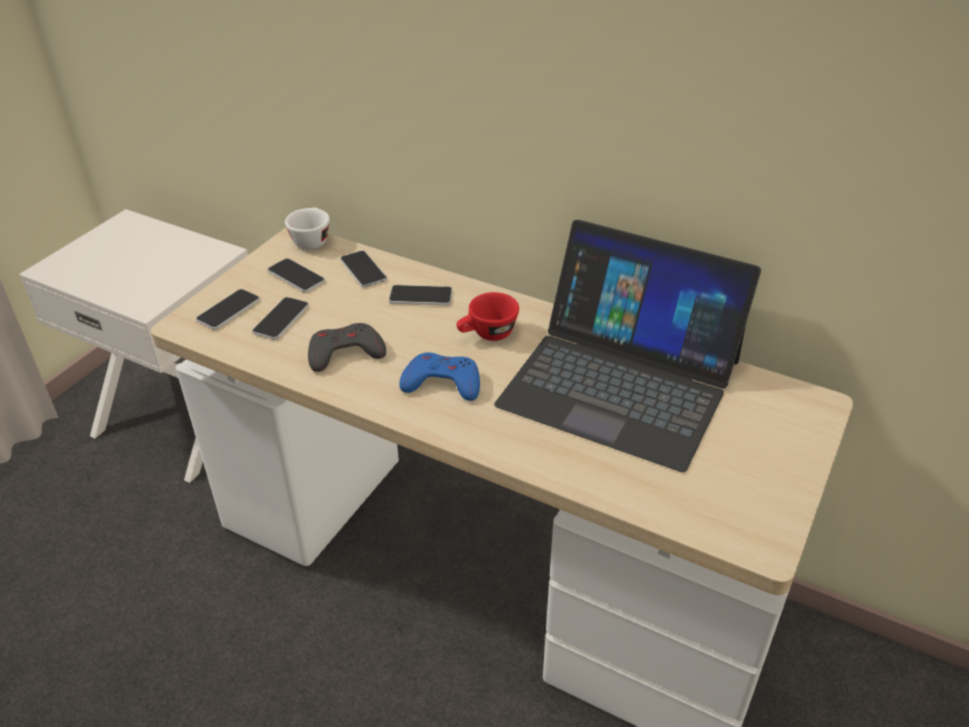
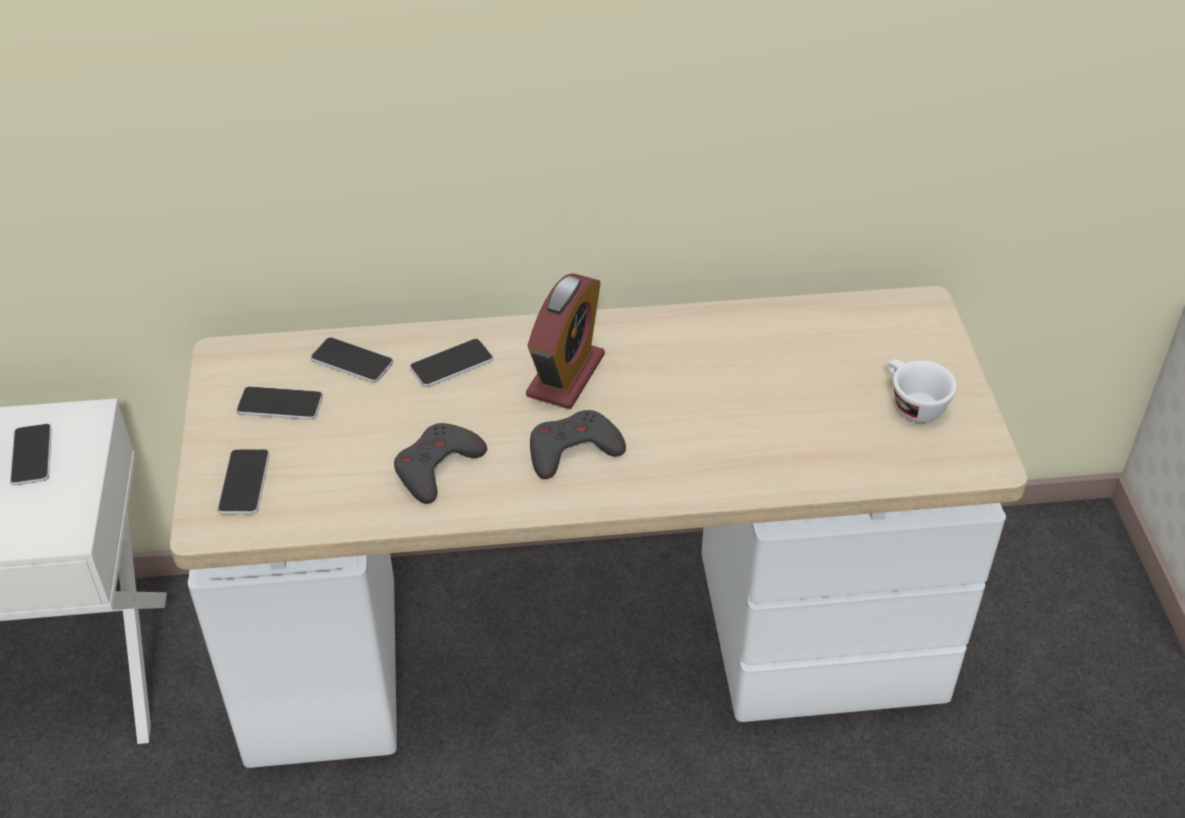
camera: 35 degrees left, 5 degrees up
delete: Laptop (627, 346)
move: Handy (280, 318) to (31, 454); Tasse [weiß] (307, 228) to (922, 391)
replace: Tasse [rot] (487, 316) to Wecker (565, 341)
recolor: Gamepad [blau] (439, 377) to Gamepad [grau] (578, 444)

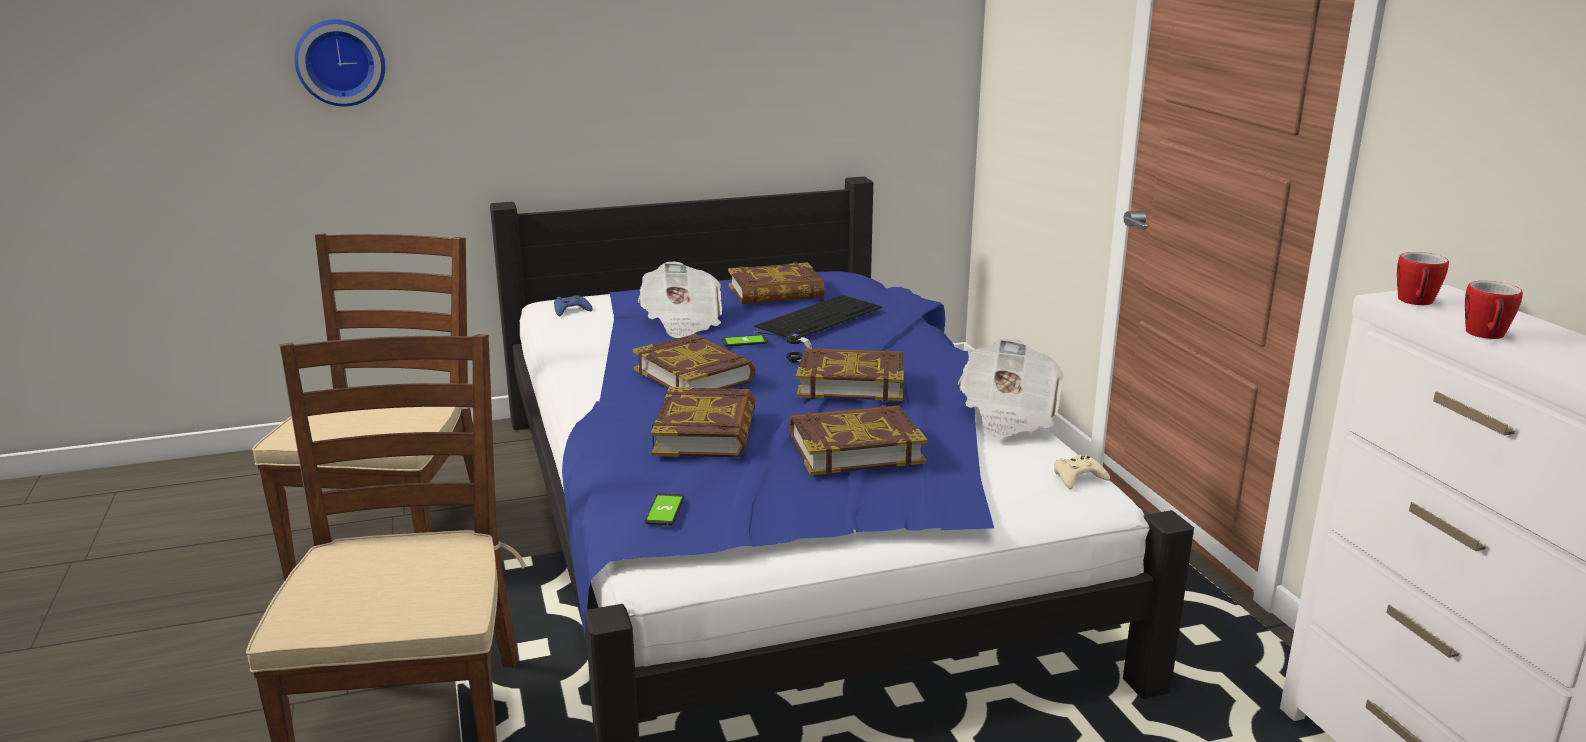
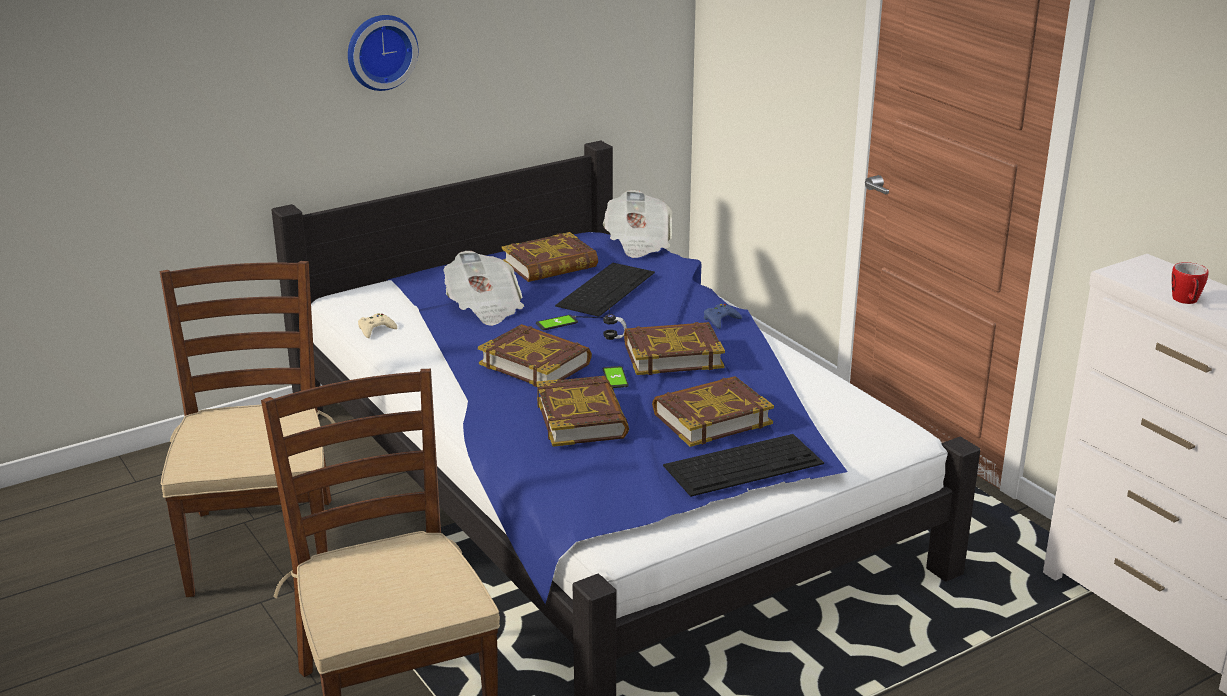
camera: 15 degrees left, 5 degrees up
delete: Henkelbecher (1423, 278)
insert: Tastatur (743, 465)
move: Wanduhr (339, 63) to (383, 53); Gamepad [blau] (573, 306) to (723, 316); Handy (664, 509) to (616, 377); Zeitung (1011, 387) to (637, 224); Gamepad [beige] (1082, 472) to (377, 325)

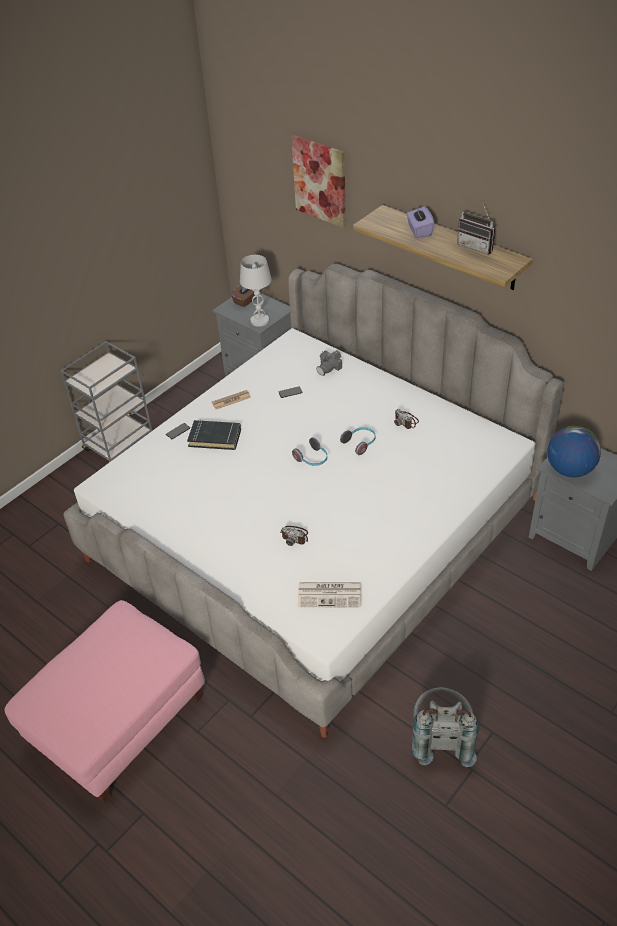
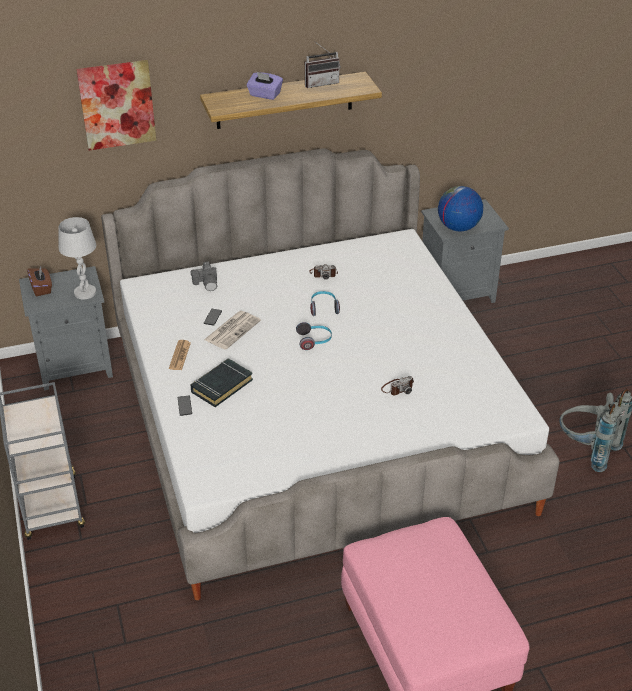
camera: 60 degrees left, 5 degrees down
move: Zeitung (329, 594) to (232, 330)

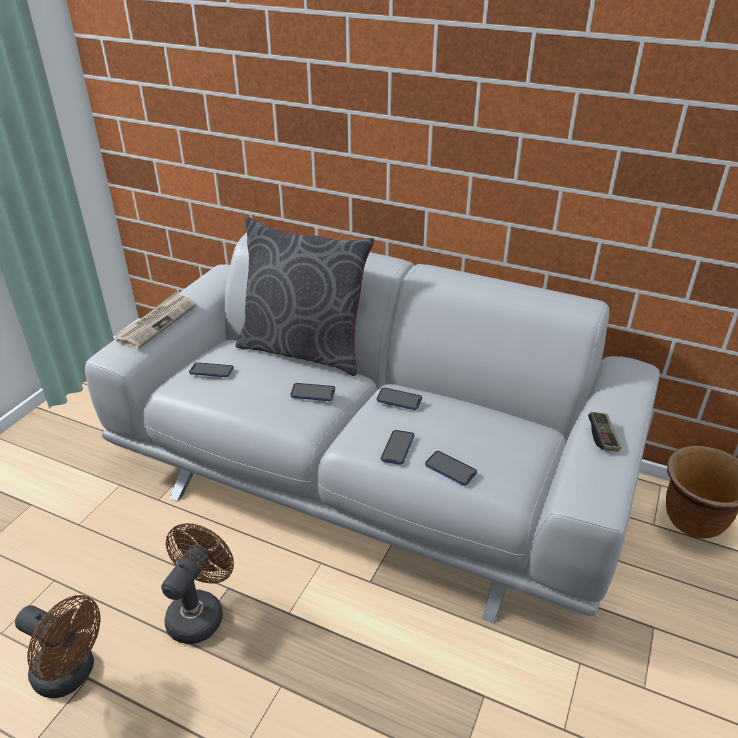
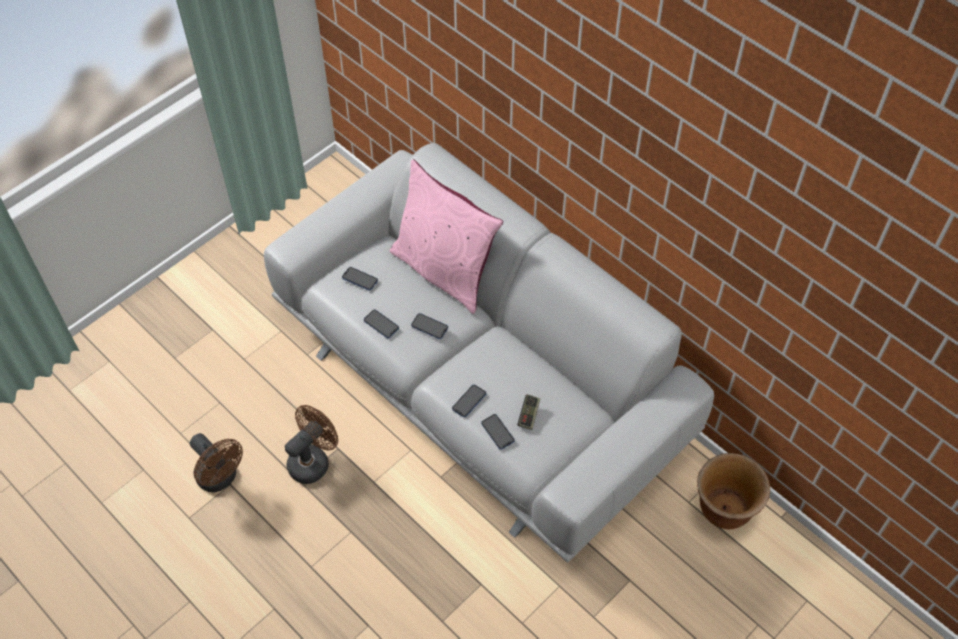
camera: 20 degrees right, 20 degrees up
delete: Zeitung (155, 320)
move: Handy (399, 398) to (381, 323); Gamepad (605, 432) to (529, 412)
recolor: Kissen [grau] (305, 296) to Kissen [rosa] (446, 236)

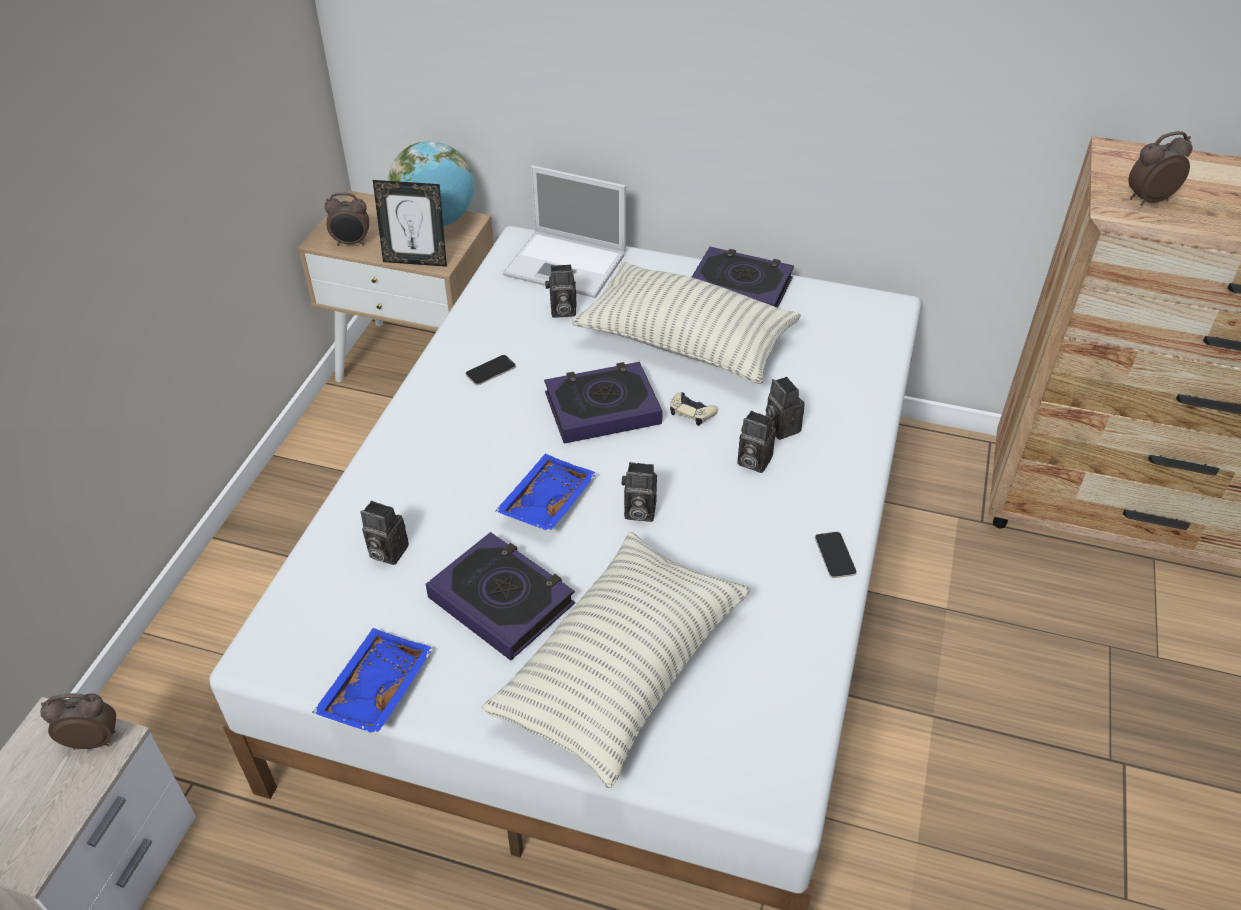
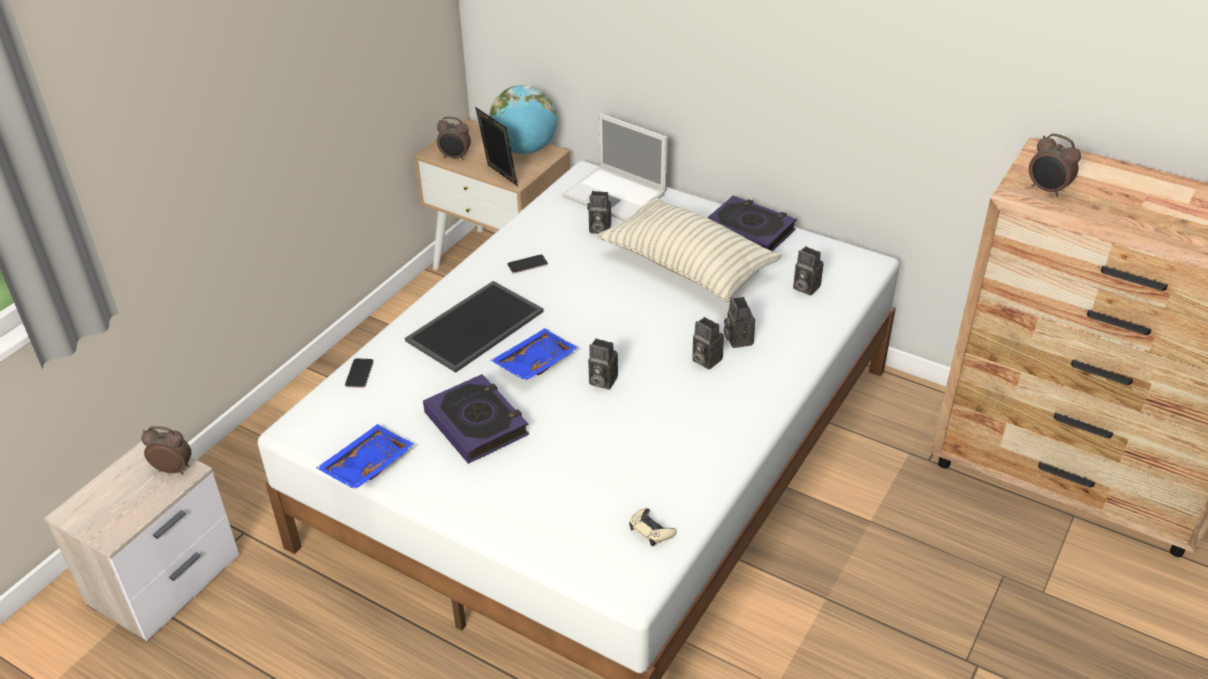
camera: 15 degrees right, 5 degrees down
delete: Kissen (616, 660); Buch (603, 403)
insert: Tablett (474, 327)
move: Kamera (385, 533) to (808, 271); Gamepad [beige] (694, 409) to (652, 527); Handy (836, 555) to (359, 373)
rotate: Bilderrahmen (410, 223) = (496, 146) 150 degrees counterclockwise; Wecker (1161, 168) = (1055, 165) 135 degrees counterclockwise

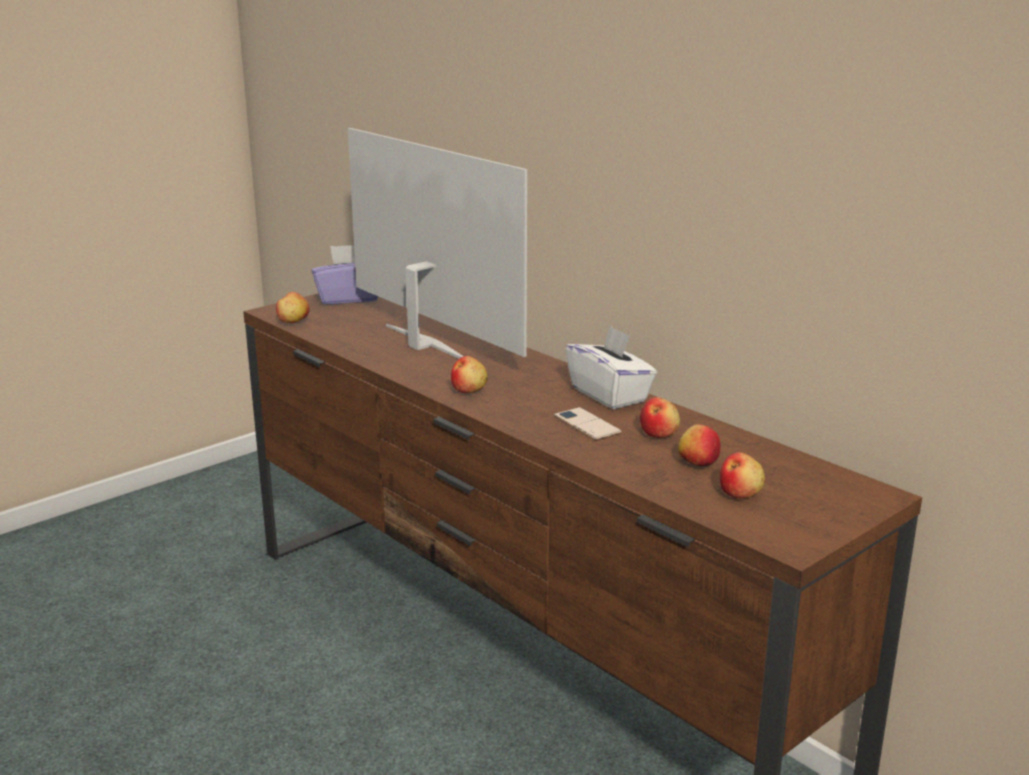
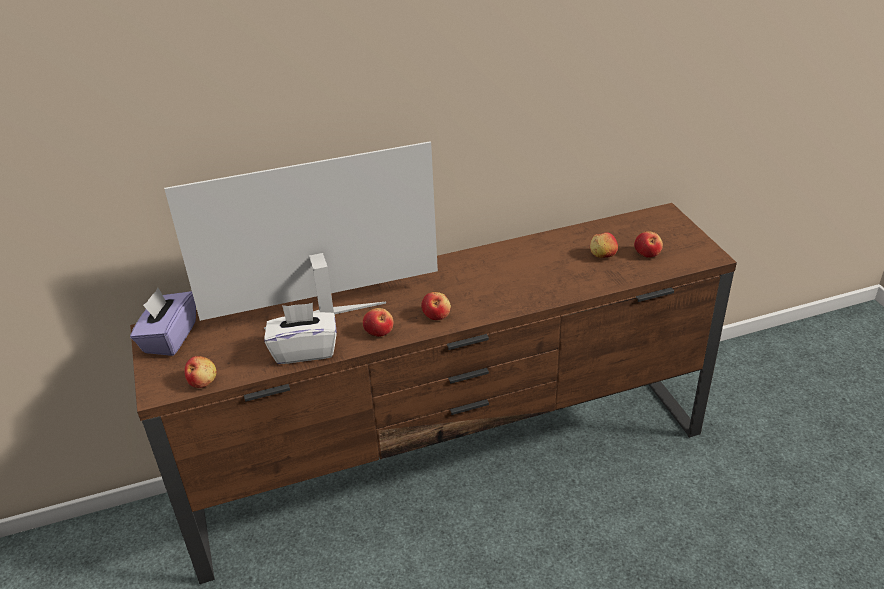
camera: 65 degrees left, 15 degrees up
delete: Handy (588, 423)
move: Taschentuchbox [weiß] (611, 367) to (300, 333); Apfel (660, 417) to (378, 322)

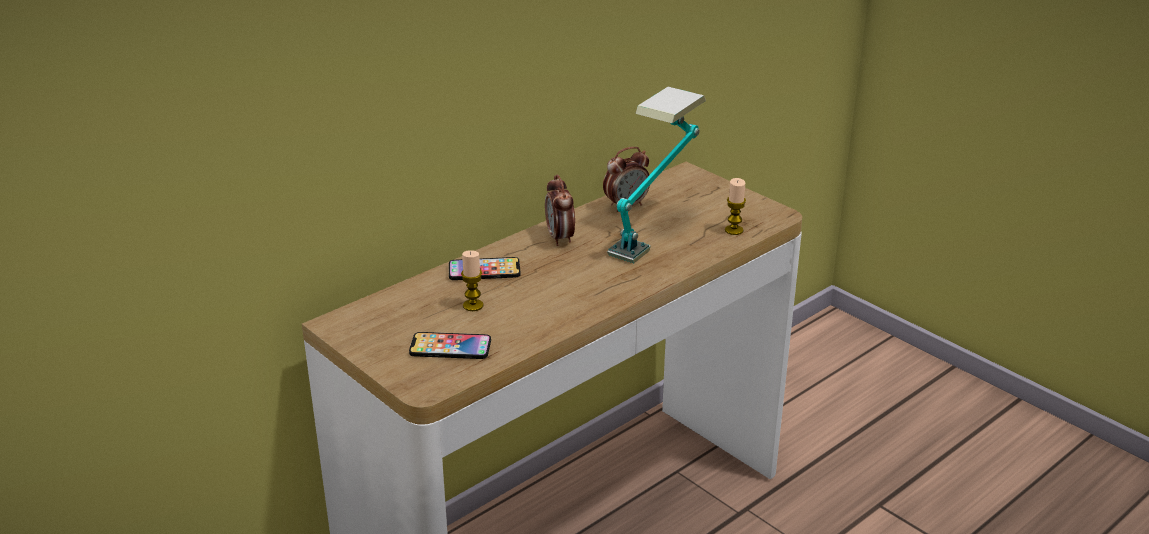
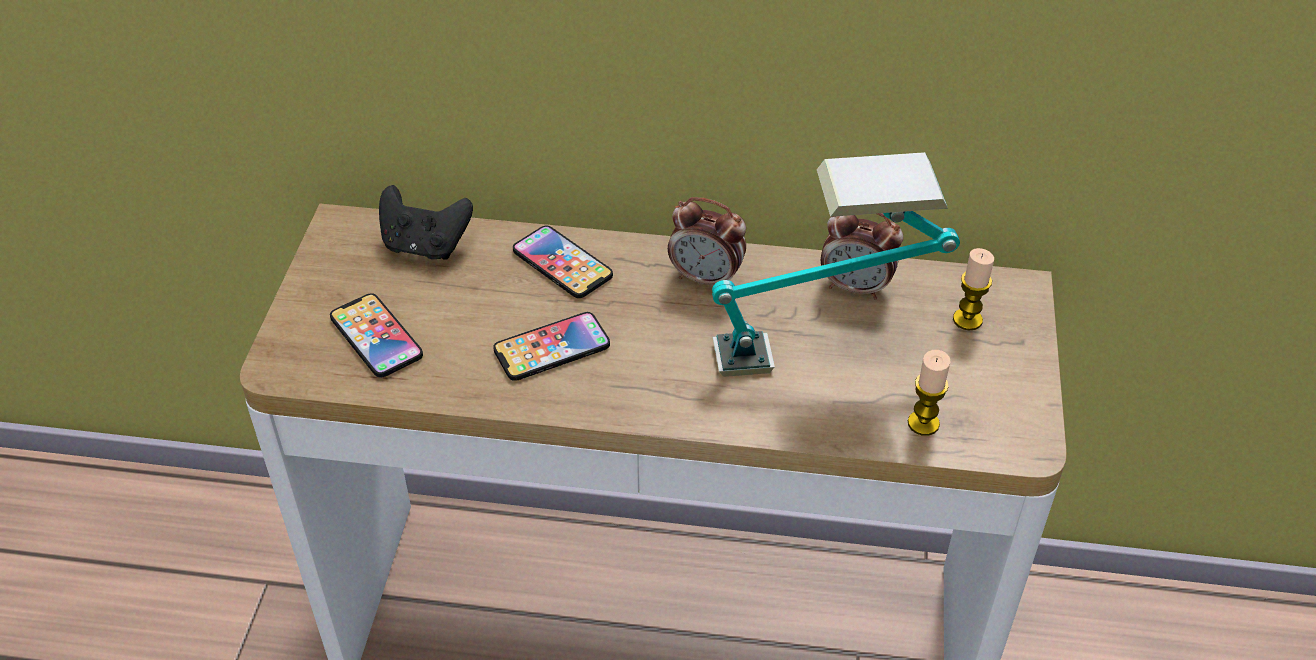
camera: 50 degrees right, 15 degrees up
insert: Gamepad [schwarz] (426, 222); Handy (551, 346)
move: Kerze (472, 280) to (973, 289)
rotate: Wecker (560, 210) = (707, 241) 105 degrees counterclockwise

